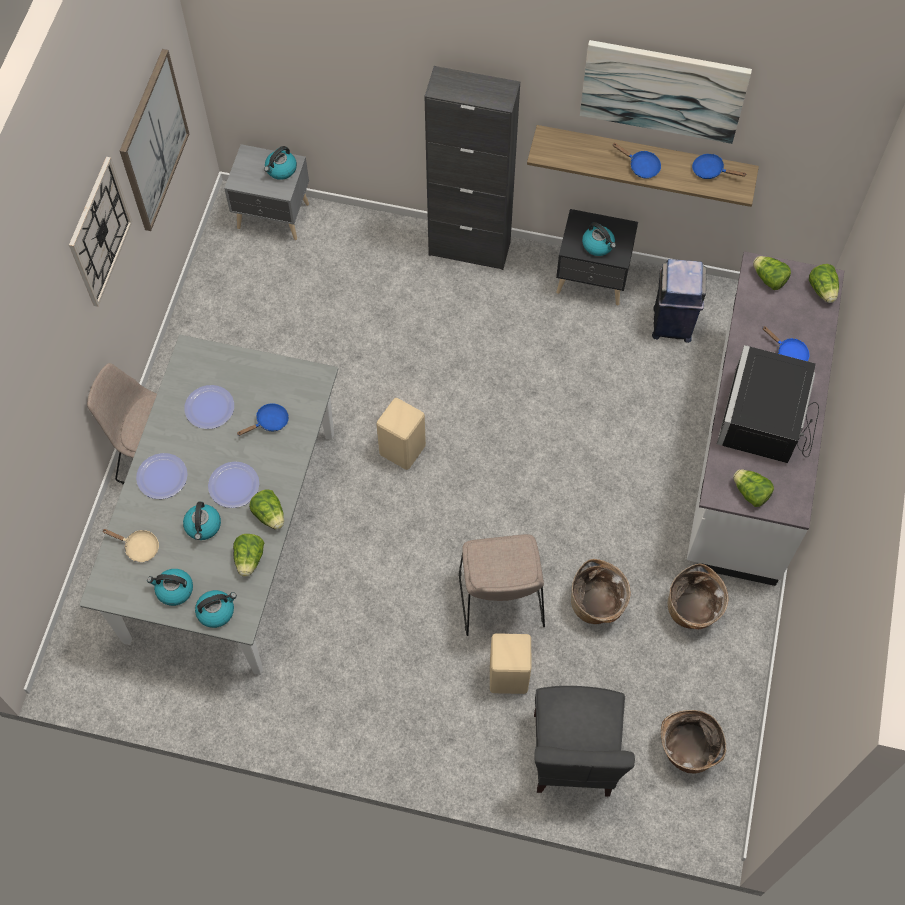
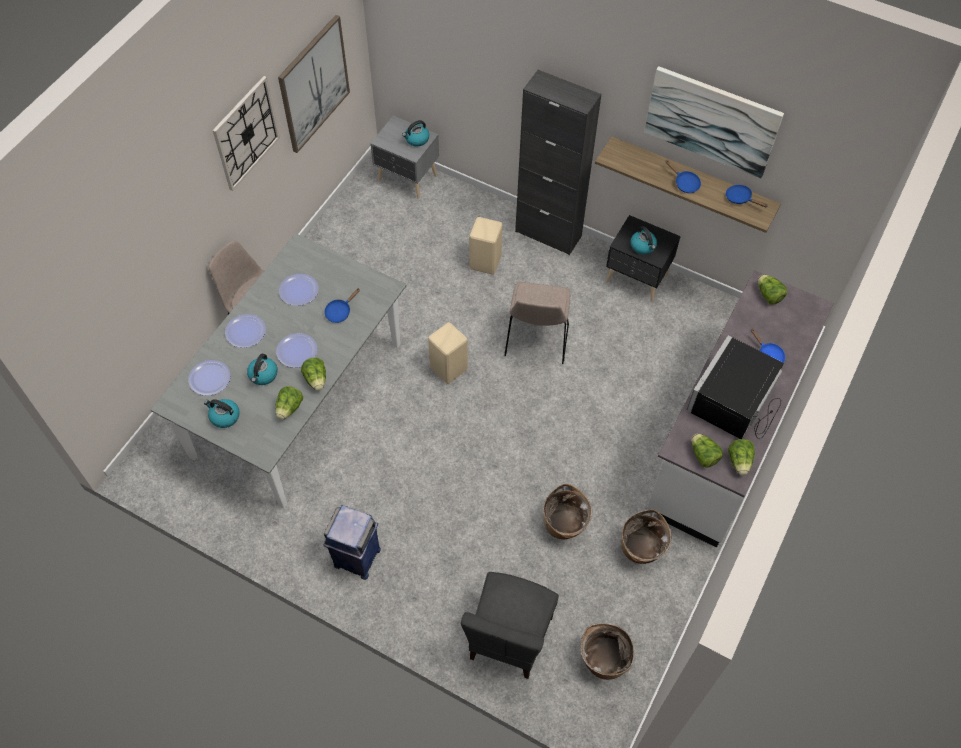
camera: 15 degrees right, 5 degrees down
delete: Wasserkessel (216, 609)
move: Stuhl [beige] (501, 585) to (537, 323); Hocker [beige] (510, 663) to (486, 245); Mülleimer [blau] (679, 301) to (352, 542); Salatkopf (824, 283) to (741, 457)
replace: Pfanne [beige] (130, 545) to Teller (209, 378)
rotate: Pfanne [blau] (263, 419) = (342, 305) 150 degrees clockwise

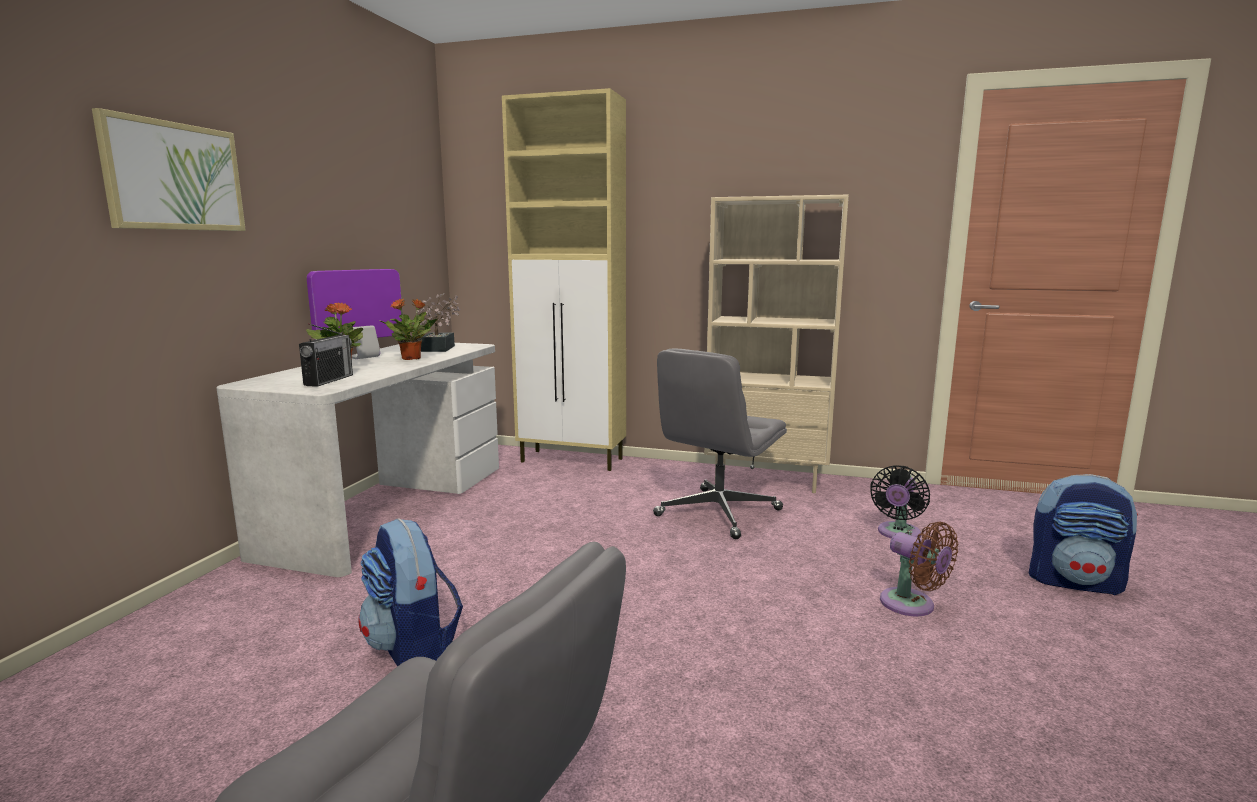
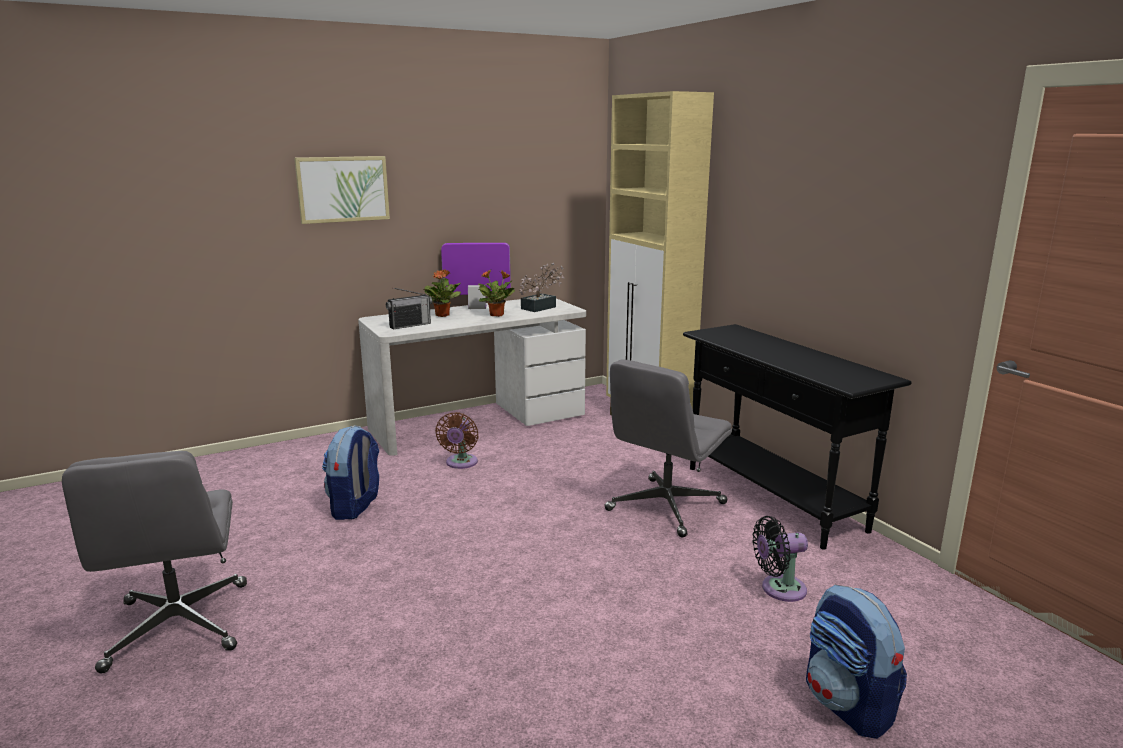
camera: 45 degrees right, 5 degrees up
move: Ventilator [braun] (919, 569) to (457, 440)
replace: Bücherregal [beige] (776, 344) to Konsolentisch [schwarz] (797, 437)
rotate: Bürostuhl [grau] (720, 444) = (668, 448) 45 degrees counterclockwise

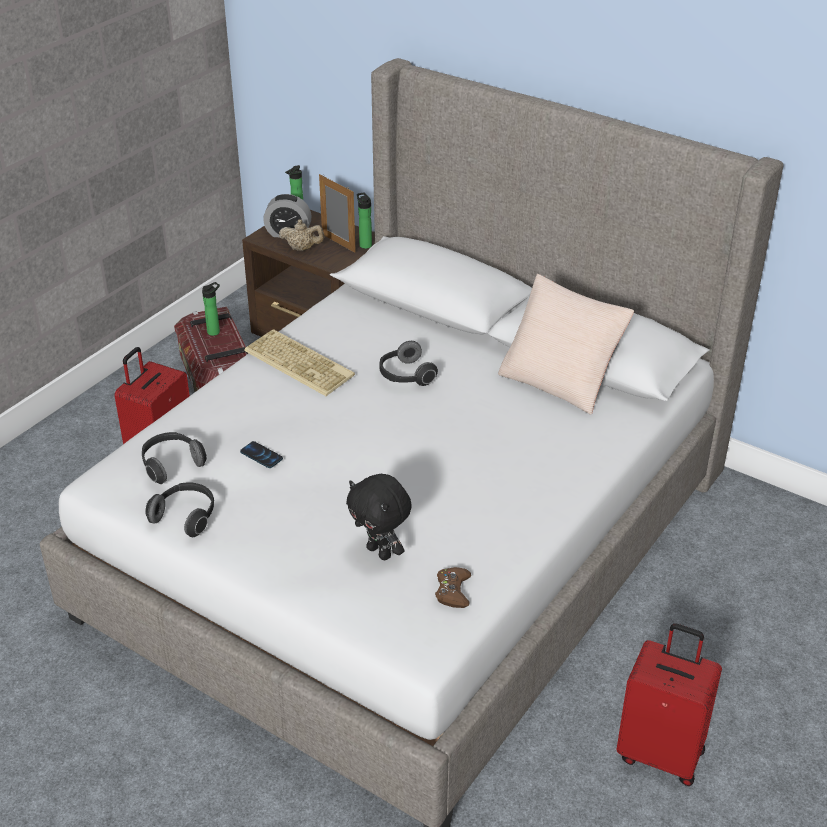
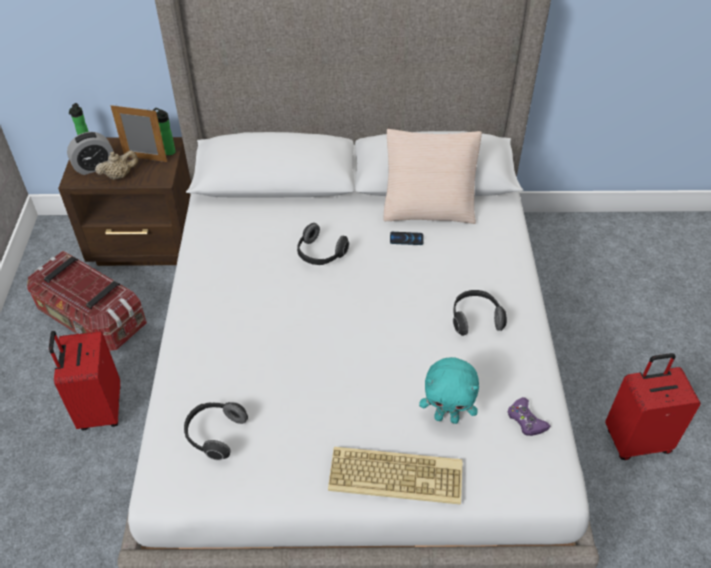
camera: 35 degrees left, 10 degrees up
delete: Flasche (211, 309)
move: Kopfhörer (179, 510) to (480, 313); Handy (261, 454) to (407, 238); Tastatur (299, 362) to (395, 476)
recolor: Plüschtier [schwarz] (379, 517) to Plüschtier [türkis] (449, 390); Gamepad [braun] (453, 587) to Gamepad [lila] (529, 416)

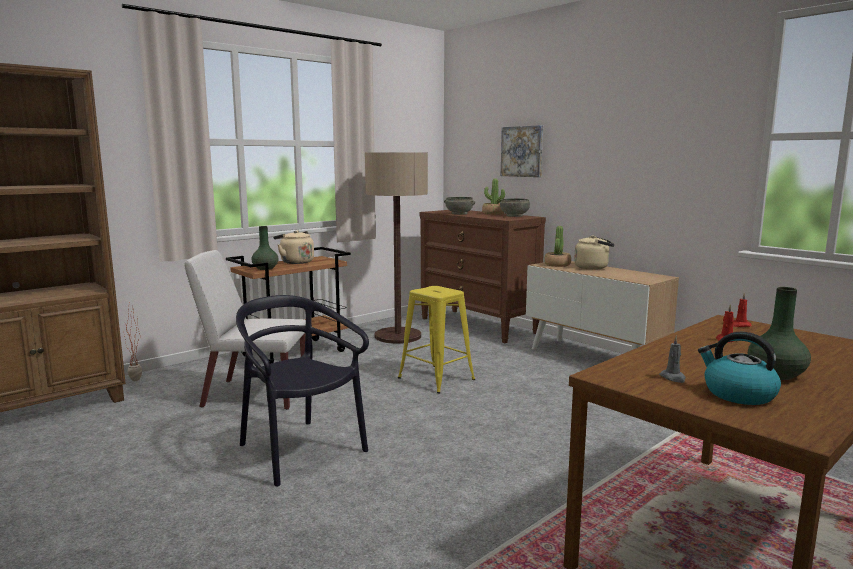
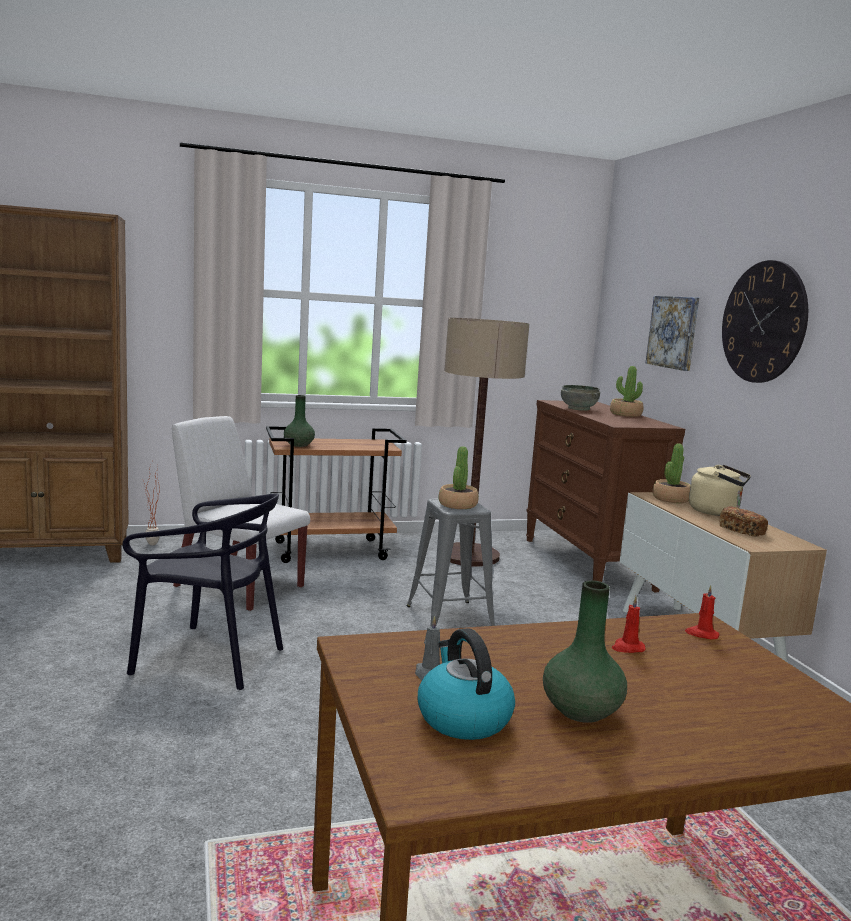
camera: 25 degrees right, 0 degrees up
delete: Wasserkessel [beige] (293, 247); Schüssel [grau] (515, 208)
insert: Topfpflanze (458, 477); Brot (743, 521); Wanduhr (765, 321)
recolor: Hocker [gelb] (436, 339) to Hocker [grau] (450, 562)
rotate: Stuhl [schwarz] (302, 391) = (203, 591) 120 degrees clockwise

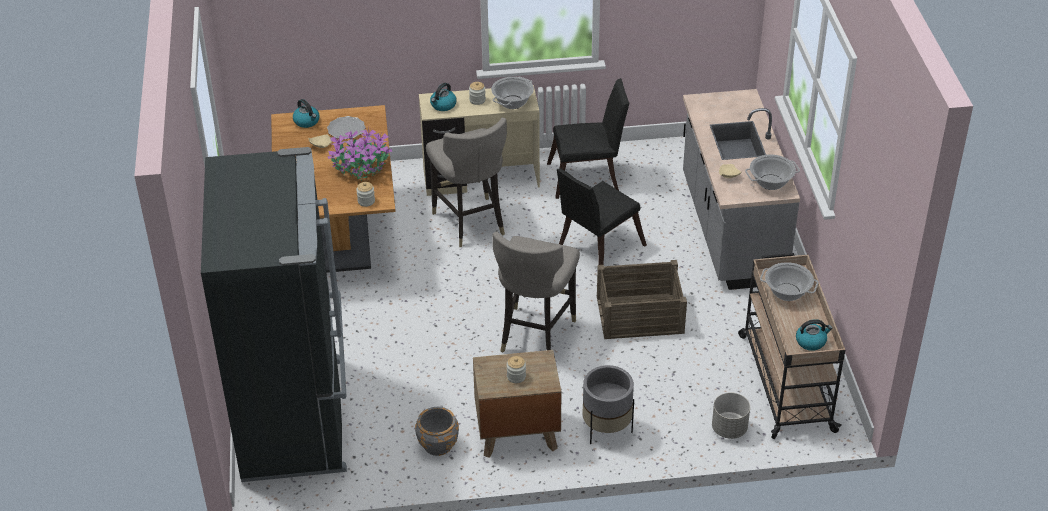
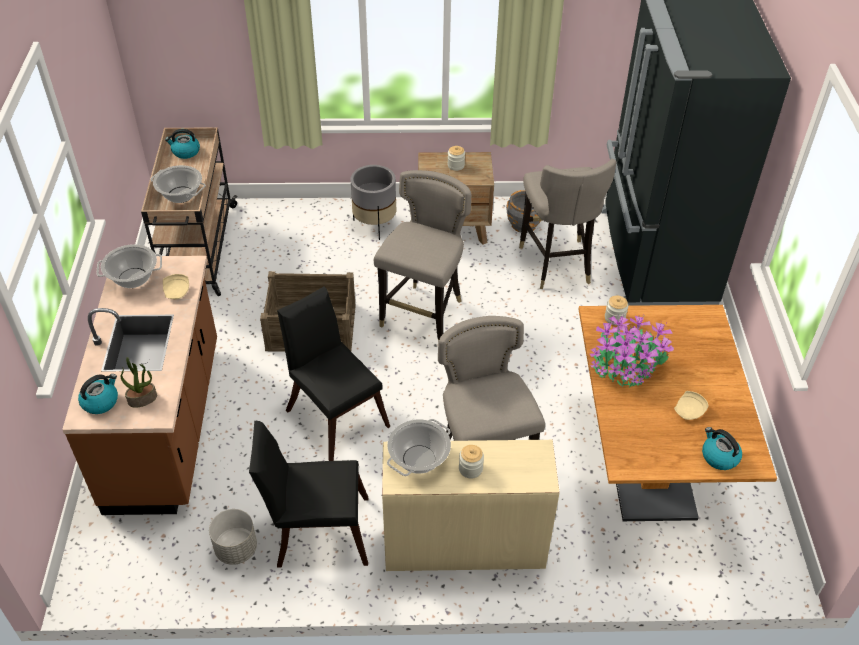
camera: 175 degrees left, 5 degrees up
delete: Teller (346, 128)
insert: Topfpflanze (139, 382); Hocker [grau] (568, 224)
move: Wasserkessel (443, 97) to (98, 394); Pflanzkübel [grau] (731, 415) to (233, 537)
recolor: Küchenzeile [grau] (741, 189) to Küchenzeile [braun] (139, 385)
rotate: Stuhl [schwarz] (602, 216) = (333, 374) 90 degrees counterclockwise

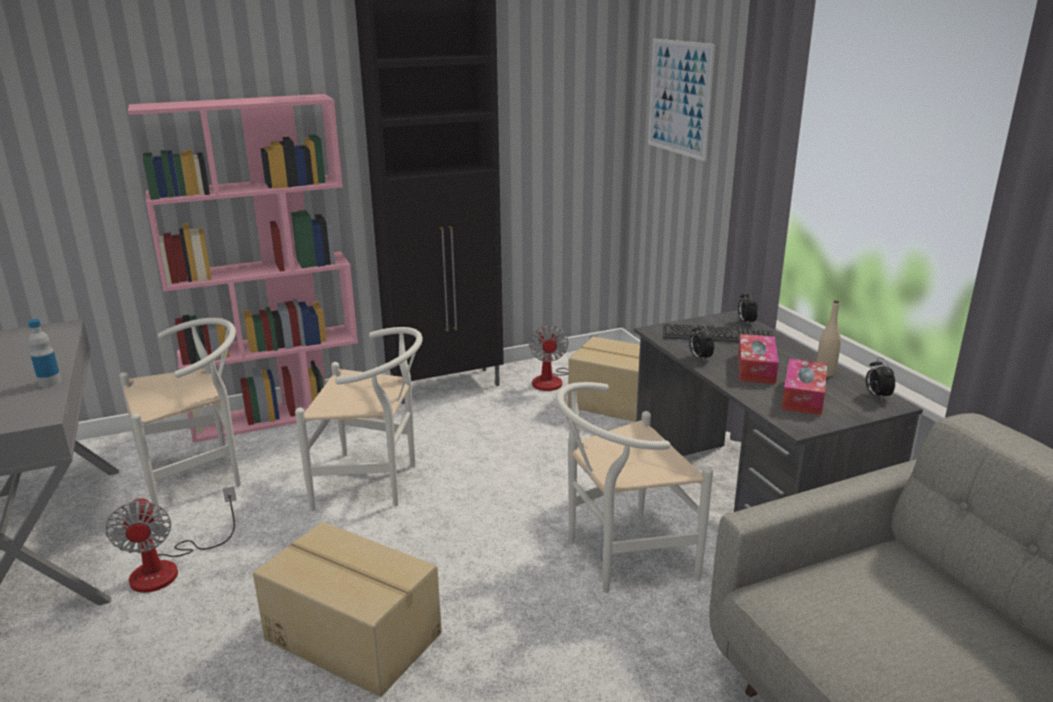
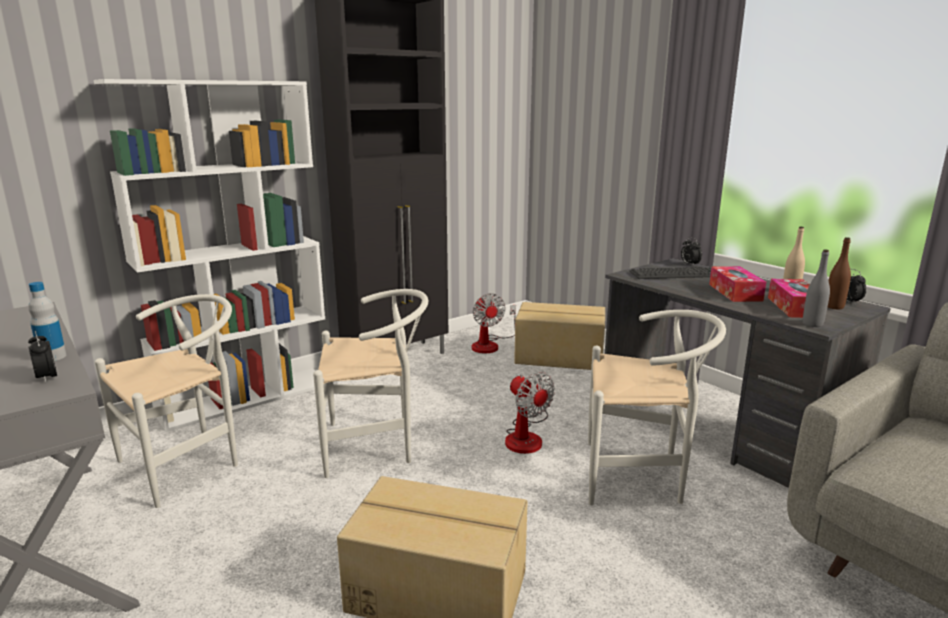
camera: 15 degrees left, 5 degrees down
delete: Bild (681, 100)
insert: Flasche [grau] (816, 288); Flasche [braun] (839, 273)
move: Ventilator (170, 539) to (530, 413); Wecker (701, 342) to (42, 357)
recolor: Bücherregal [rosa] (243, 268) to Bücherregal [weiß] (209, 255)
rotate: Stuhl [weiß] (634, 487) = (657, 407) 135 degrees counterclockwise

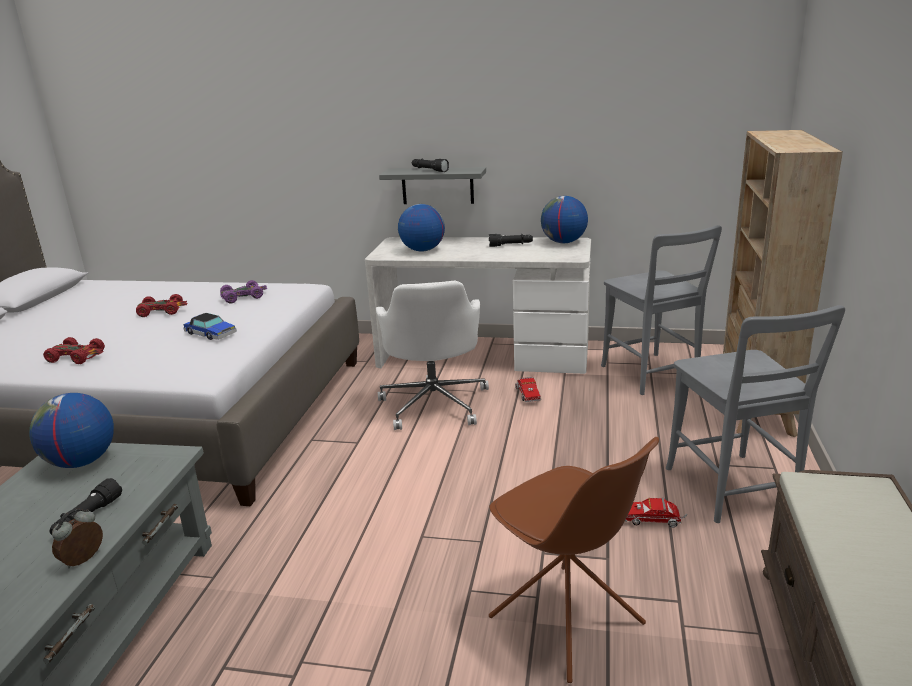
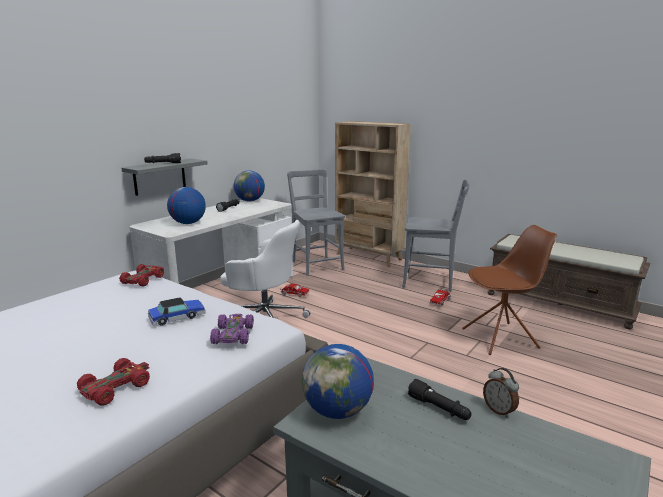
camera: 65 degrees left, 5 degrees down
move: Spielzeugauto [rot] (161, 305) to (141, 275); Spielzeugauto [lila] (243, 292) to (232, 329)
rotate: Stuhl [grau] (661, 310) = (316, 222) 120 degrees counterclockwise

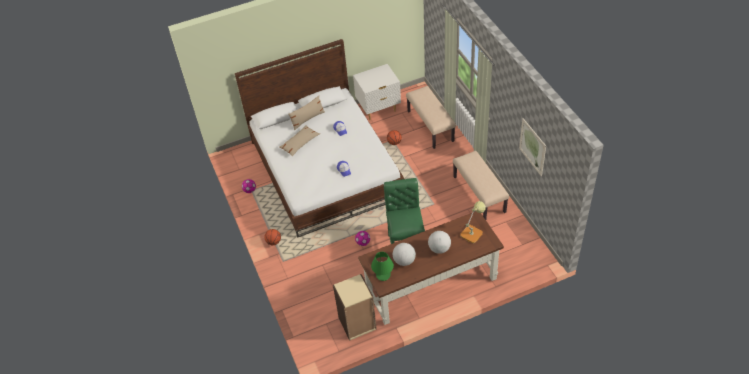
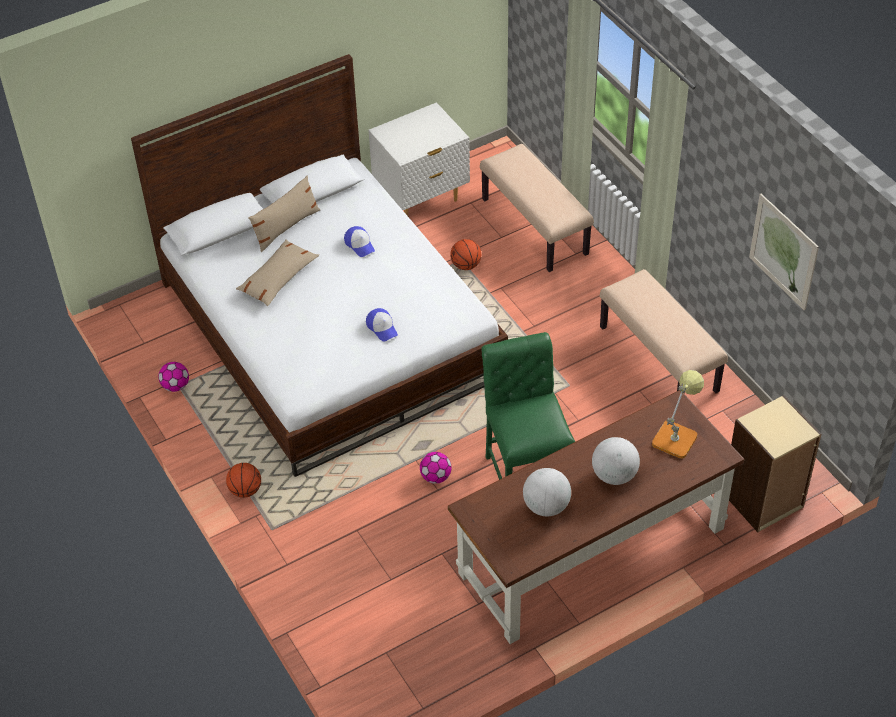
camera: 10 degrees left, 0 degrees up
delete: Tischlampe [grün] (382, 266)
move: Bücherregal [beige] (355, 307) to (775, 463)

